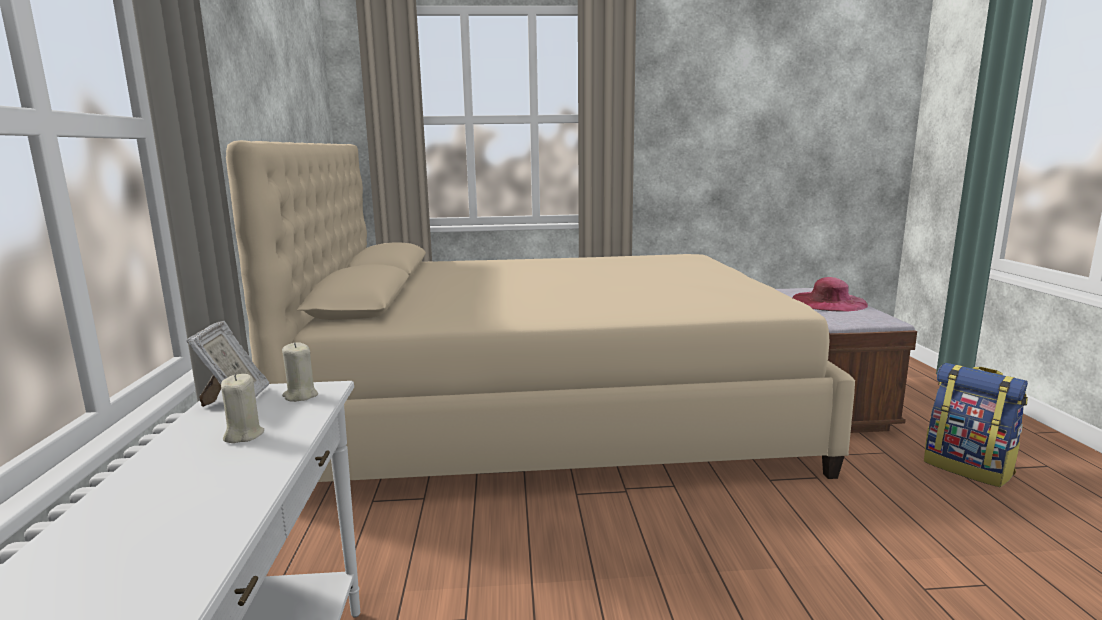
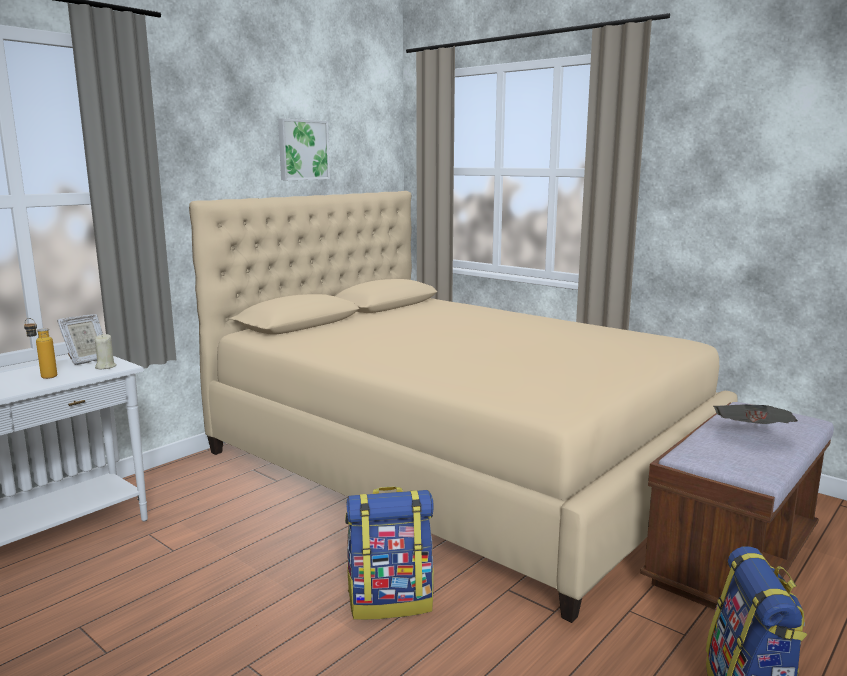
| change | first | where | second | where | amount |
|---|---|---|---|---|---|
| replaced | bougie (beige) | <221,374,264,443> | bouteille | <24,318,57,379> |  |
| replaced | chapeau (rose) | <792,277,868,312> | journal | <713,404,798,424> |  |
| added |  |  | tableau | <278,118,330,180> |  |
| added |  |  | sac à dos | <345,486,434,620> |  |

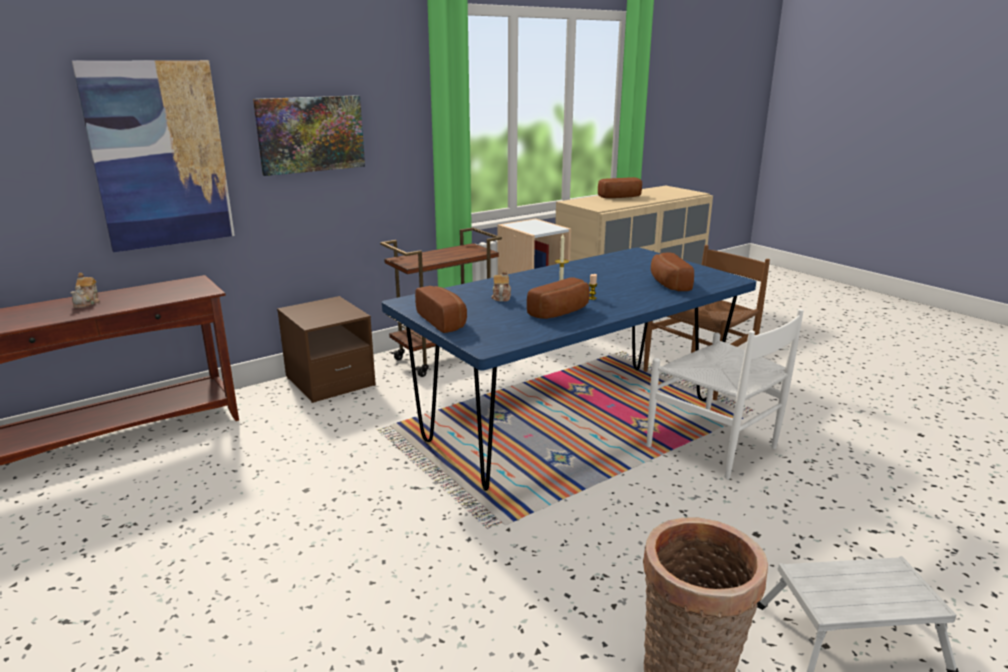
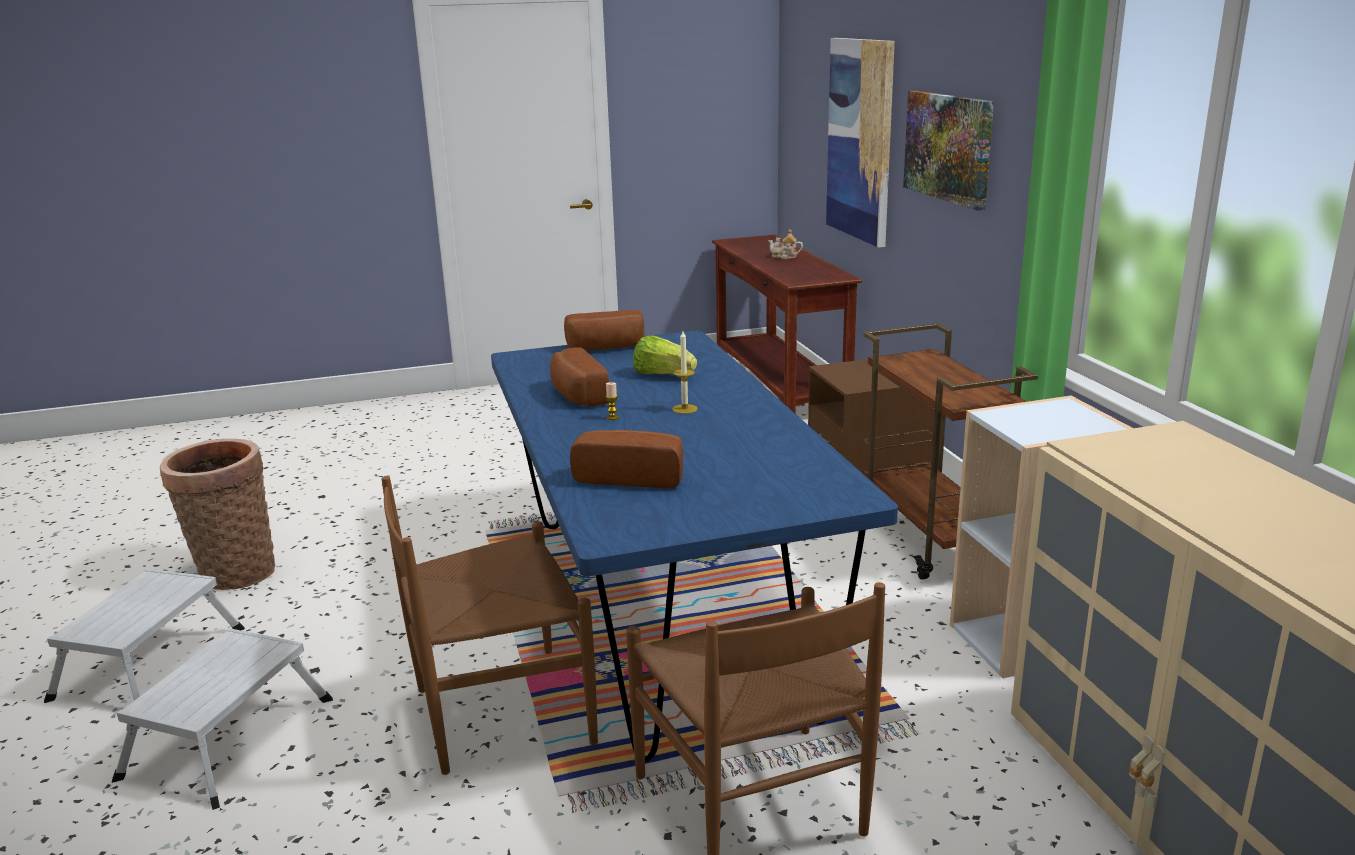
| change | first | where | second | where | amount |
|---|---|---|---|---|---|
| replaced | théière | <491,270,511,302> | laitue | <633,335,697,374> |  |
| removed | pain | <598,177,642,198> |  |  |  |
| recoloured | chaise (blanc) | <647,309,804,479> | chaise (marron) | <381,476,598,775> |  |
| added |  |  | escabeau (blanc) | <112,628,333,810> |  |

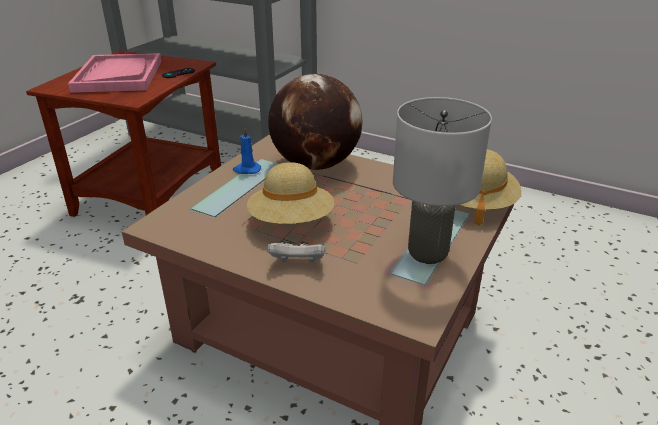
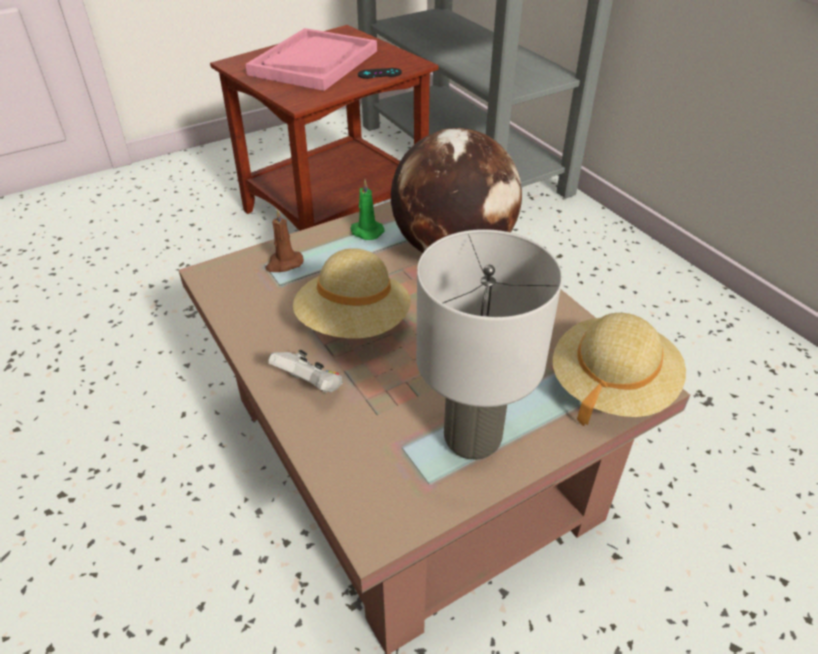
| change | first | where | second | where | amount |
|---|---|---|---|---|---|
| recoloured | bougie (bleu) | <233,127,261,174> | bougie (vert) | <350,179,384,240> |  |
| added |  |  | bougie (marron) | <265,209,304,272> |  |

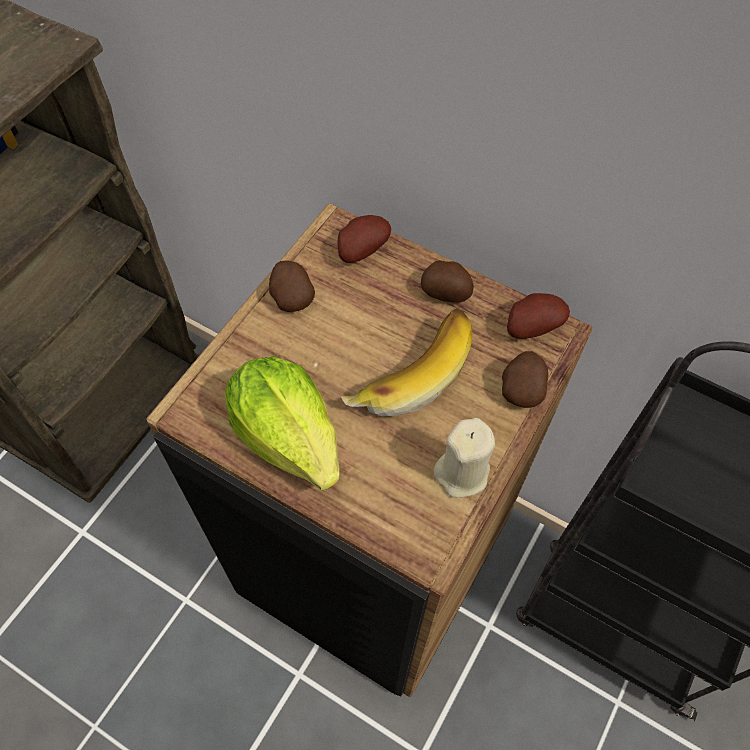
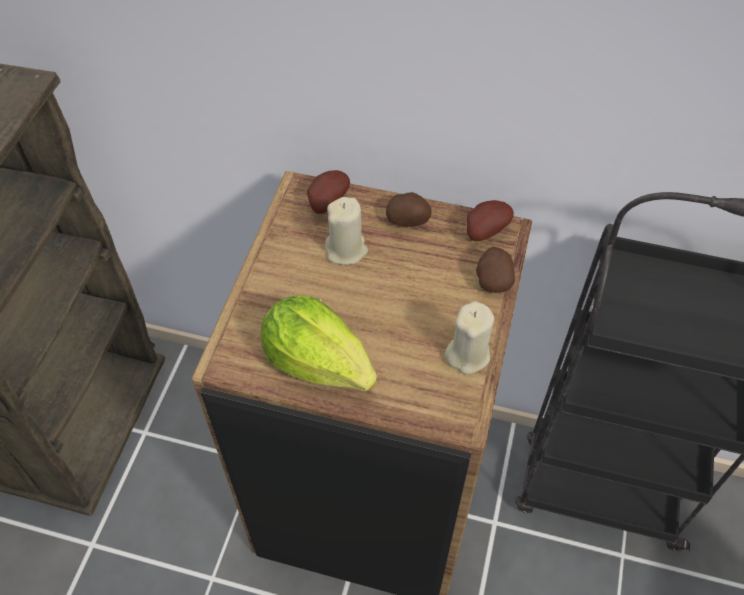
| change | first | where | second | where | amount |
|---|---|---|---|---|---|
| removed | pomme de terre | <269,261,315,312> |  |  |  |
| removed | banane | <341,308,473,417> |  |  |  |
| added |  |  | bougie (beige) | <325,197,368,265> |  |

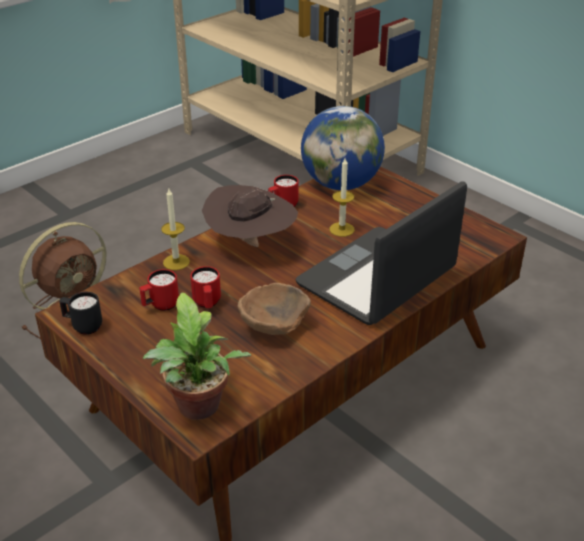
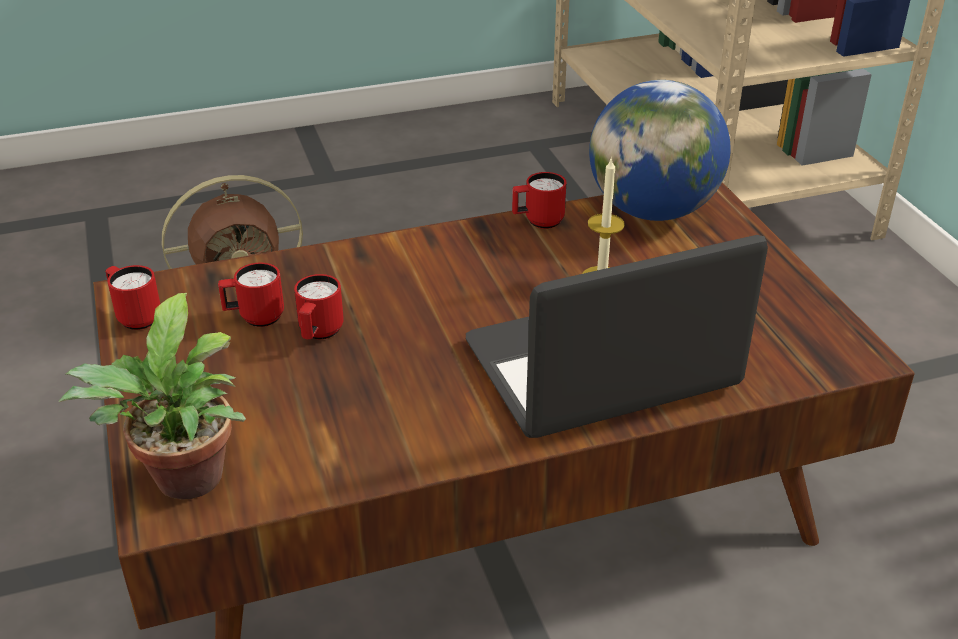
| change | first | where | second | where | amount |
|---|---|---|---|---|---|
| recoloured | mug (noir) | <59,292,102,335> | mug (rouge) | <105,265,160,330> |  |
| removed | bougie | <161,189,190,270> |  |  |  |
| removed | chapeau (marron) | <202,185,298,247> |  |  |  |
| removed | bol (marron) | <237,283,311,335> |  |  |  |

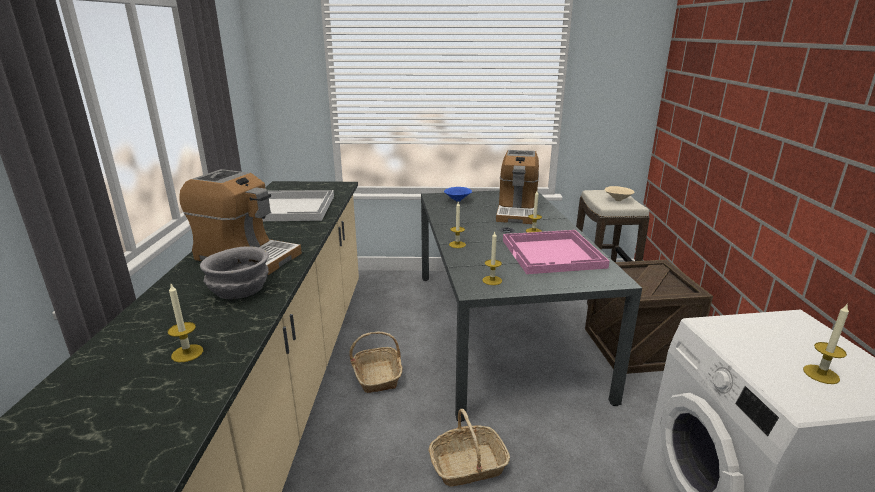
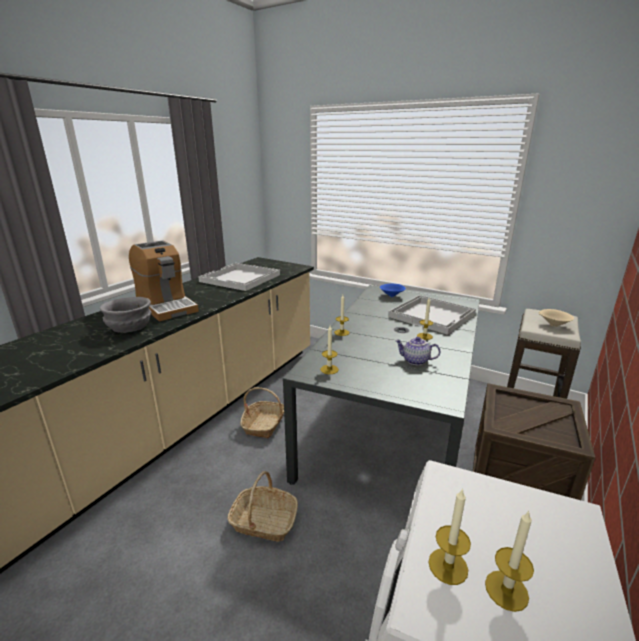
| change | first | where | second | where | amount |
|---|---|---|---|---|---|
| moved | bougie | <168,284,203,362> |  | <429,488,471,585> |  |
| replaced | machine à café | <496,150,539,224> | plateau (blanc) | <388,295,476,335> |  |
| replaced | plateau (rose) | <503,230,609,274> | théière | <395,337,440,365> |  |

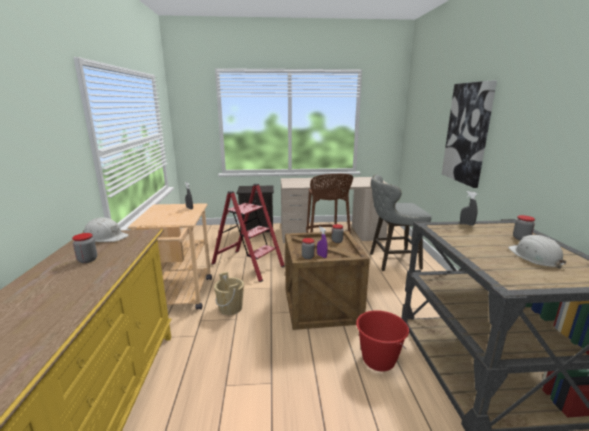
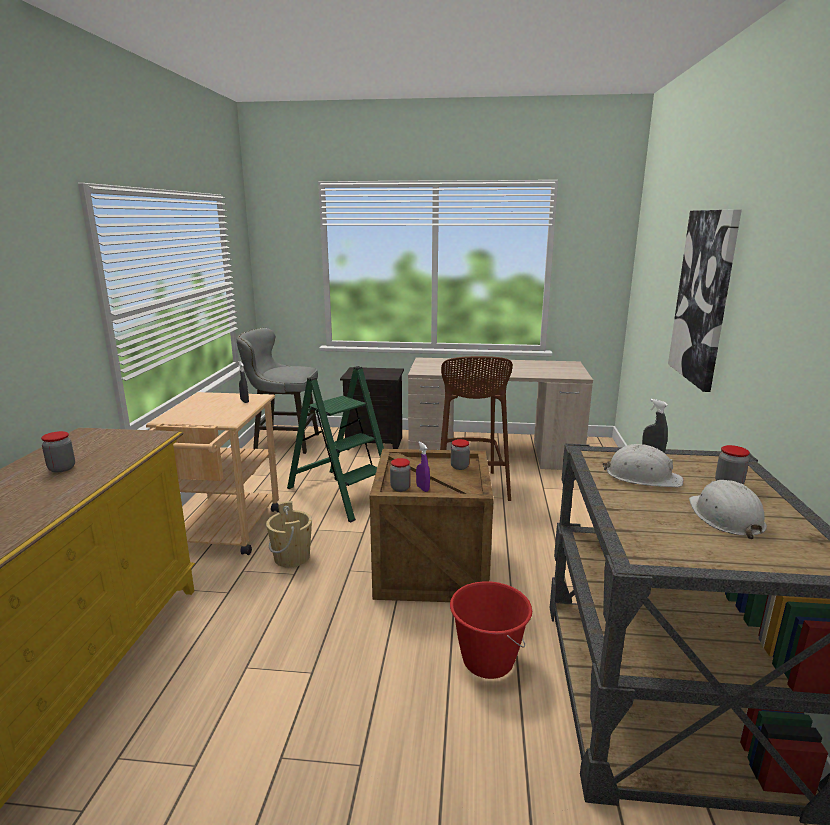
| change | first | where | second | where | amount |
|---|---|---|---|---|---|
| moved | casque de chantier (blanc) | <83,218,129,242> |  | <603,444,683,488> |  |
| recoloured | escabeau (rouge) | <212,183,285,282> | escabeau (vert) | <287,366,384,522> |  |
| moved | tabouret (gris) | <370,175,431,271> |  | <237,328,319,454> |  |

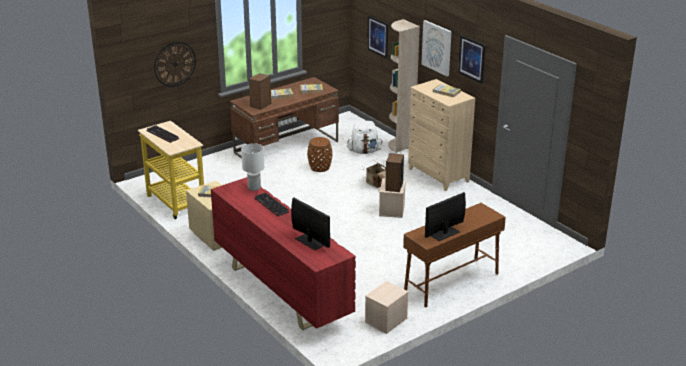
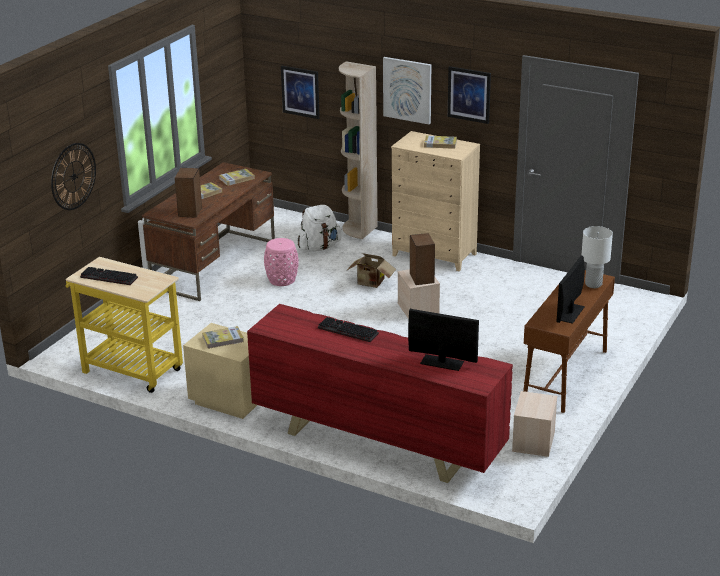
| change | first | where | second | where | amount |
|---|---|---|---|---|---|
| moved | lampe de table (blanc) | <241,143,264,191> |  | <581,226,613,288> |  |
| recoloured | tabouret (marron) | <307,137,332,172> | tabouret (rose) | <264,238,299,286> |  |

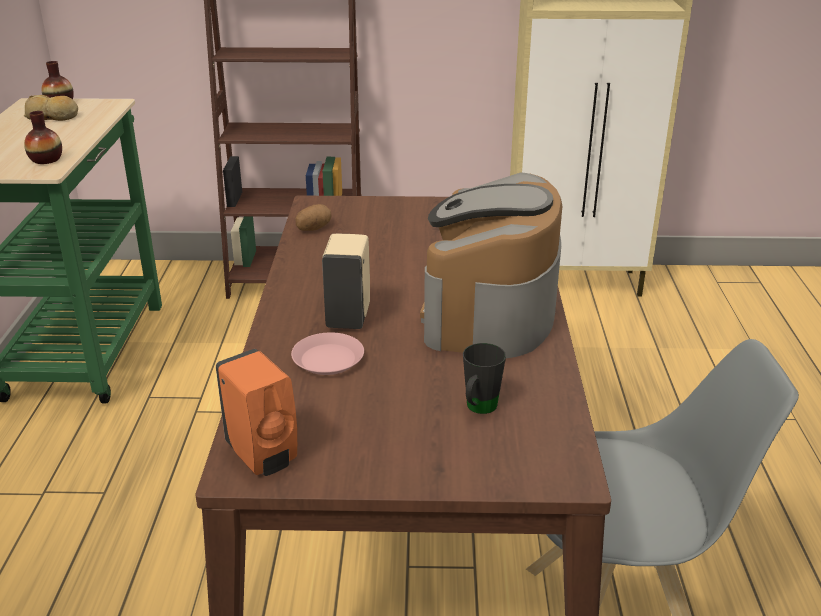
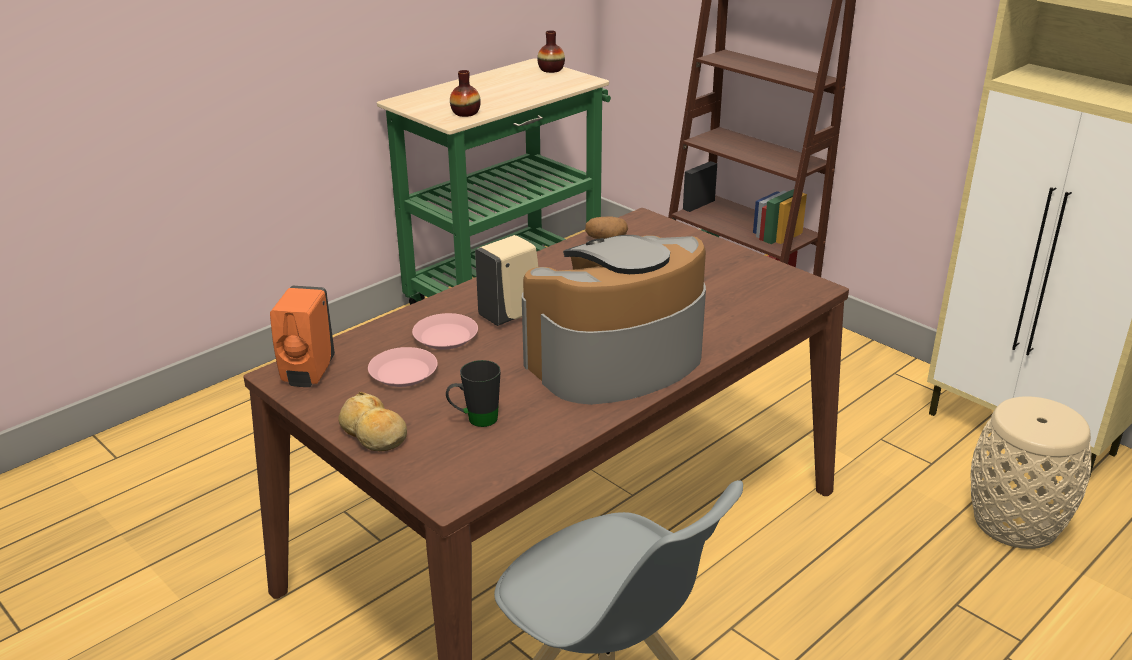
| change | first | where | second | where | amount |
|---|---|---|---|---|---|
| moved | pain | <24,95,78,121> |  | <338,392,407,451> |  |
| added |  |  | assiette (rose) | <368,347,438,387> |  |
| added |  |  | tabouret (beige) | <971,396,1092,549> |  |

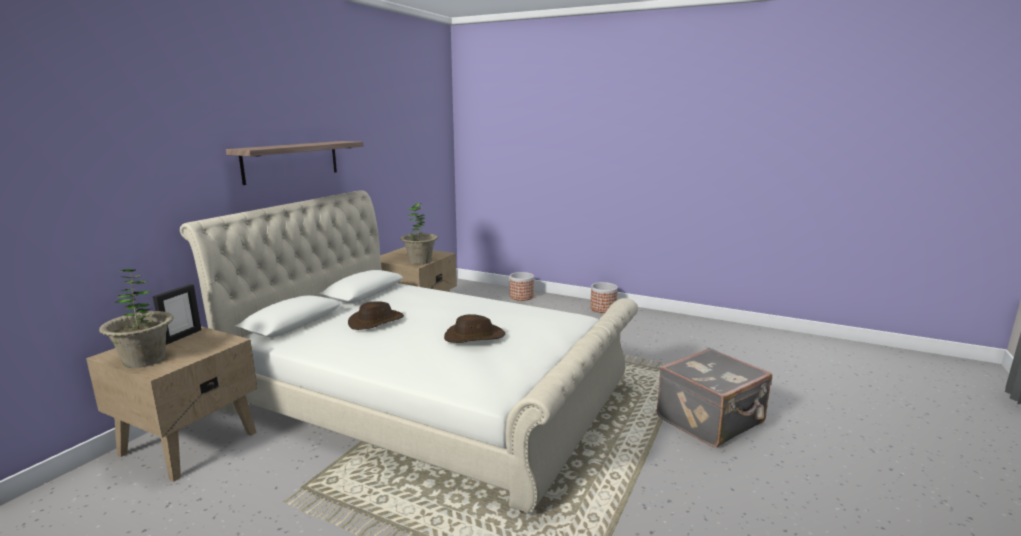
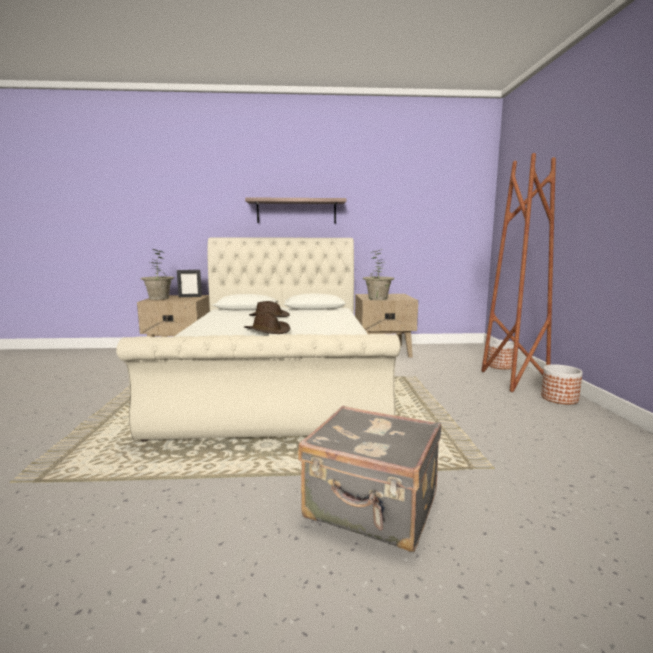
| change | first | where | second | where | amount |
|---|---|---|---|---|---|
| added |  |  | portant (marron) | <482,153,556,392> |  |

